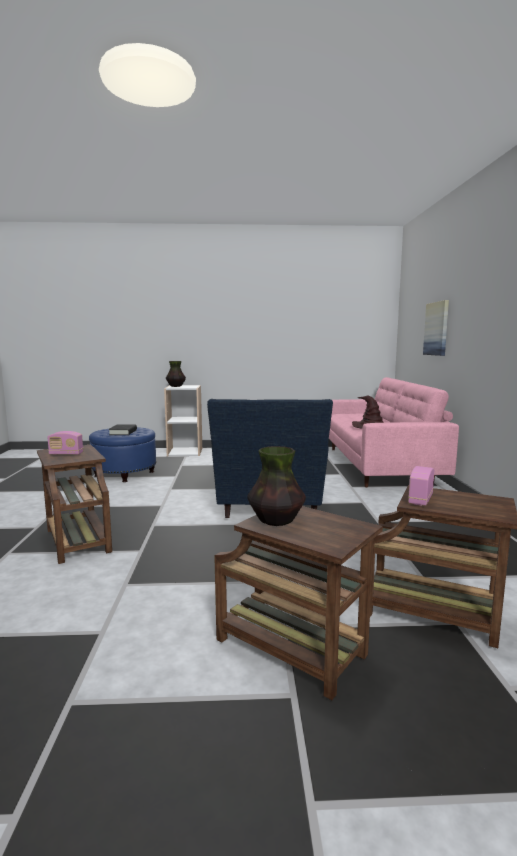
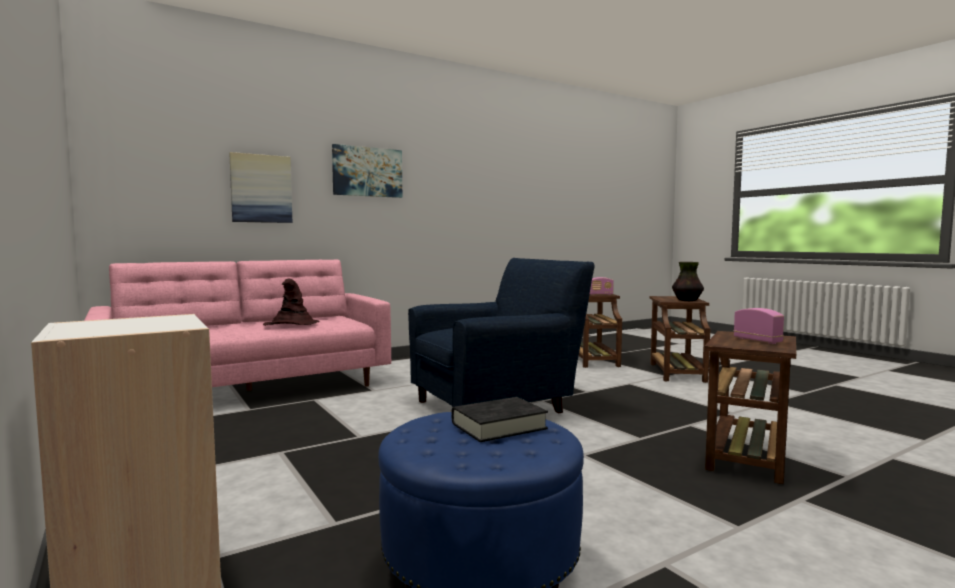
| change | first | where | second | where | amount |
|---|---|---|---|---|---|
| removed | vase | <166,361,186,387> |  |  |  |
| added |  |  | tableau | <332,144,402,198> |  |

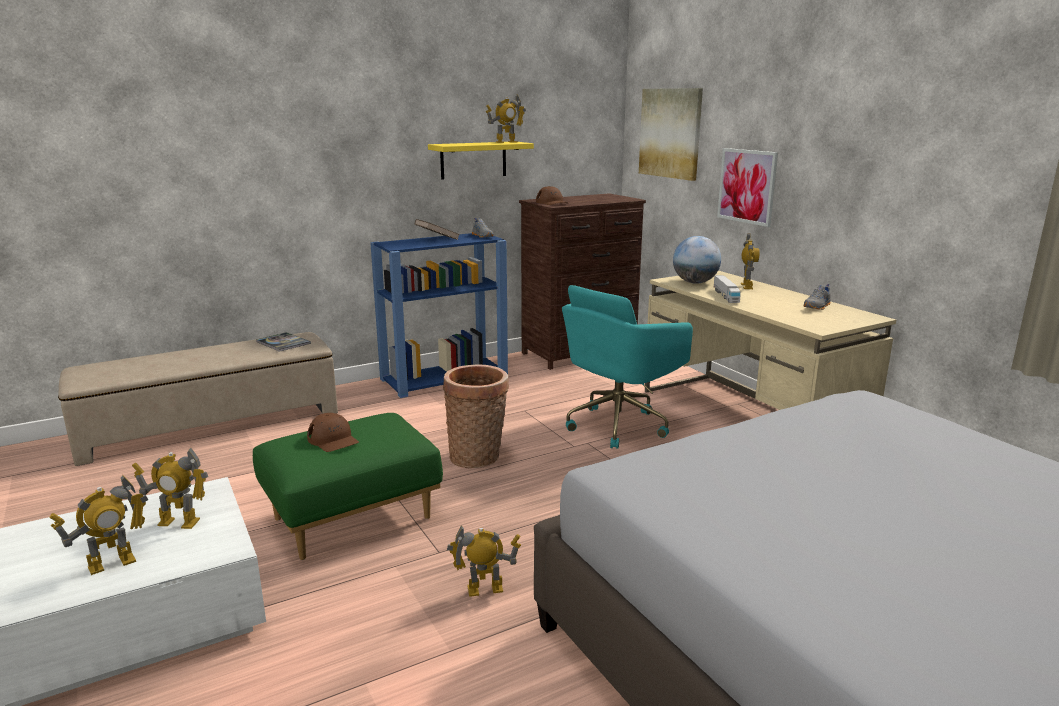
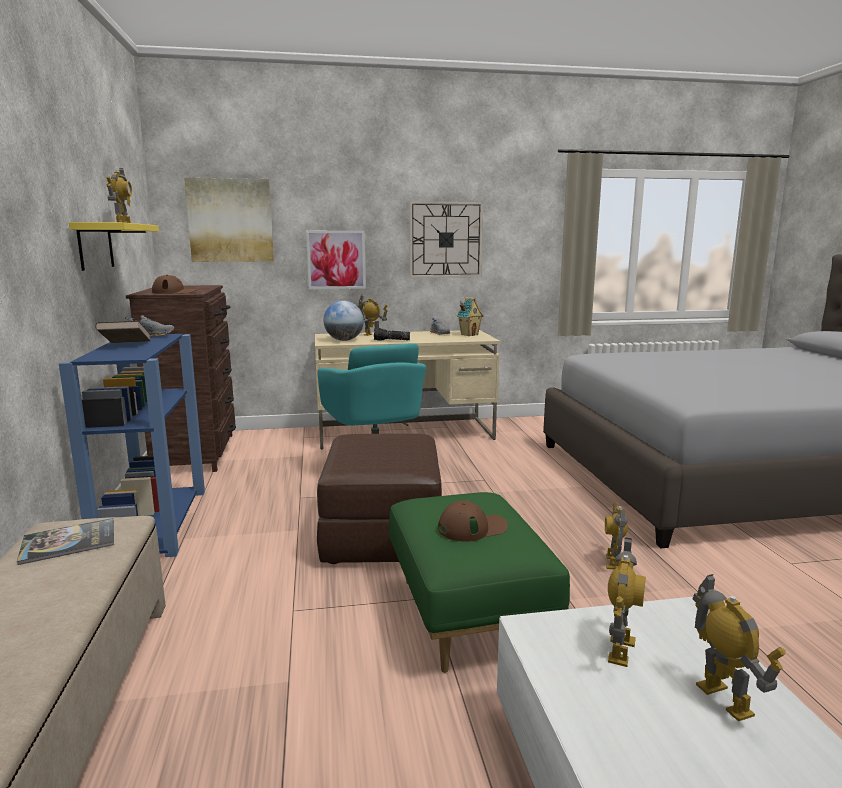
| change | first | where | second | where | amount |
|---|---|---|---|---|---|
| replaced | panier | <443,364,509,468> | pouf (marron) | <317,433,442,564> |  |
| replaced | camion jouet | <714,275,740,303> | lampe de poche | <374,328,410,341> |  |
| added |  |  | horloge murale | <409,201,483,278> |  |
| added |  |  | maison miniature | <456,297,484,336> |  |

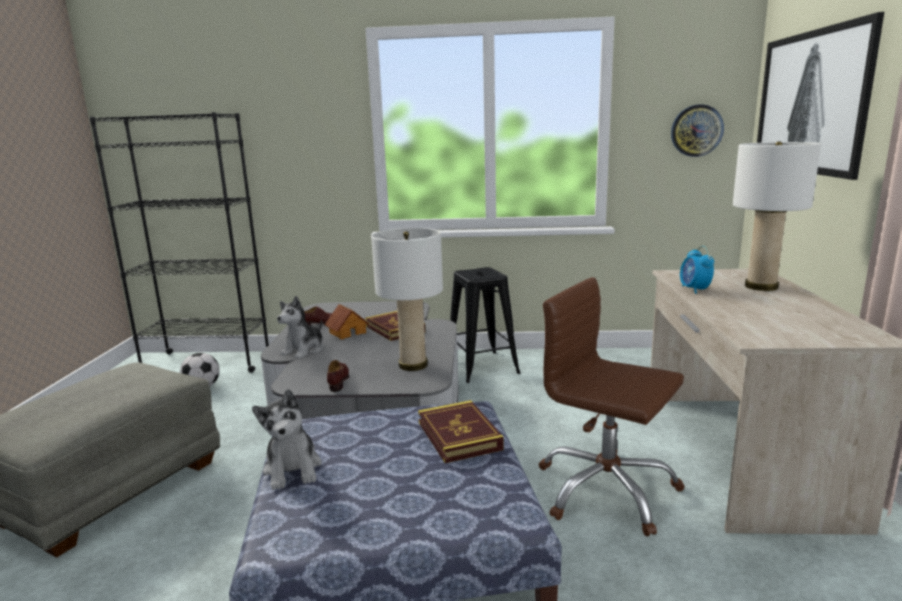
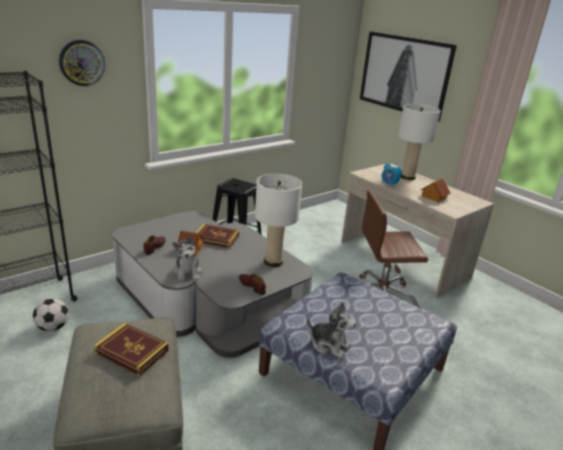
| change | first | where | second | where | amount |
|---|---|---|---|---|---|
| moved | livre | <418,400,504,463> |  | <94,323,169,376> |  |
| moved | horloge murale | <671,104,724,157> |  | <59,40,105,86> |  |
| added |  |  | maison miniature | <421,178,451,202> |  |

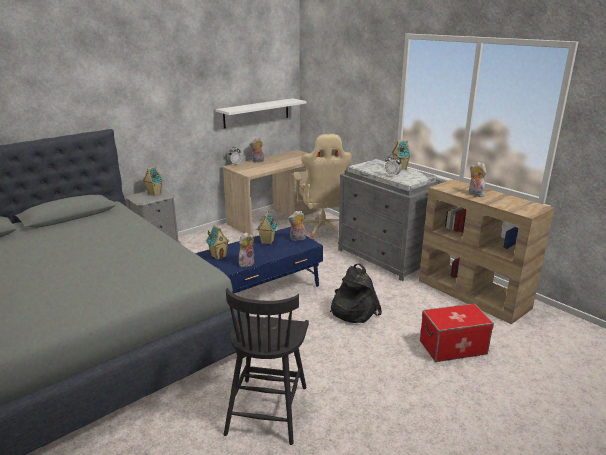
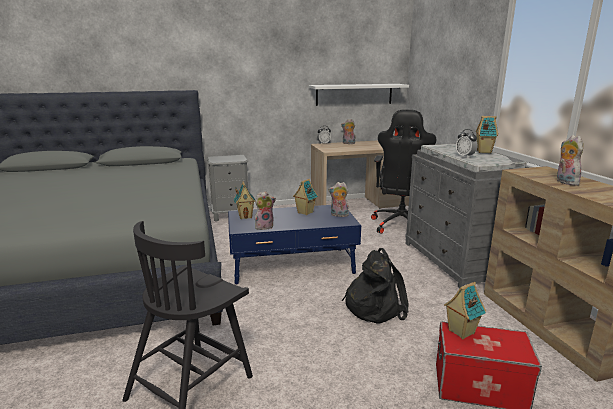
| change | first | where | second | where | amount |
|---|---|---|---|---|---|
| moved | maison miniature | <143,166,164,196> |  | <444,282,486,339> |  |
| recoloured | chaise de bureau (beige) | <294,134,352,240> | chaise de bureau (noir) | <371,109,436,234> |  |

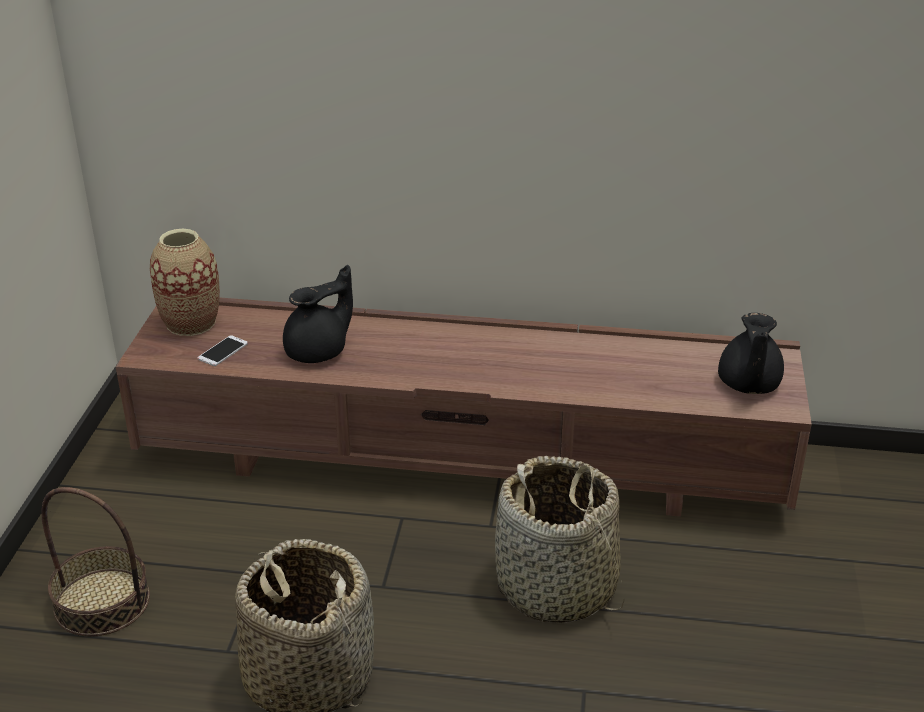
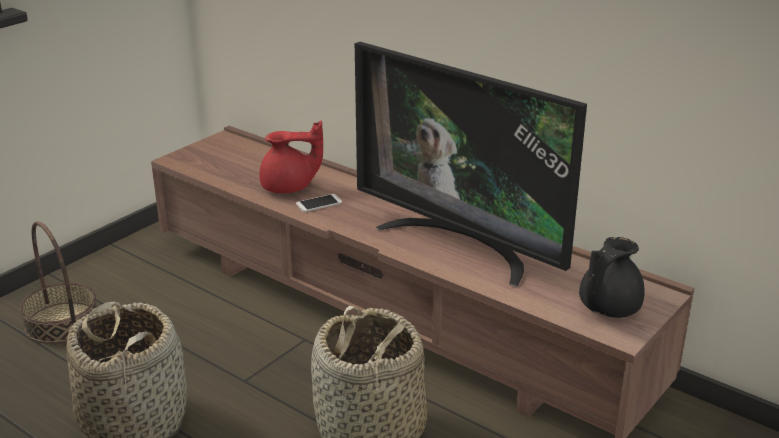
| change | first | where | second | where | amount |
|---|---|---|---|---|---|
| removed | vase | <150,229,220,336> |  |  |  |
| moved | téléphone | <198,335,248,366> |  | <296,194,342,212> |  |
| recoloured | théière (noir) | <283,265,353,363> | théière (rouge) | <259,121,323,193> |  |
| added |  |  | téléviseur | <355,42,587,286> |  |

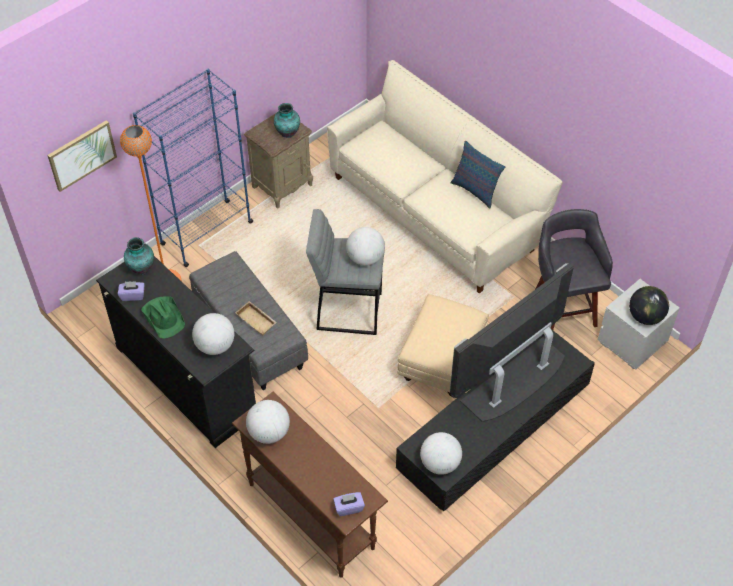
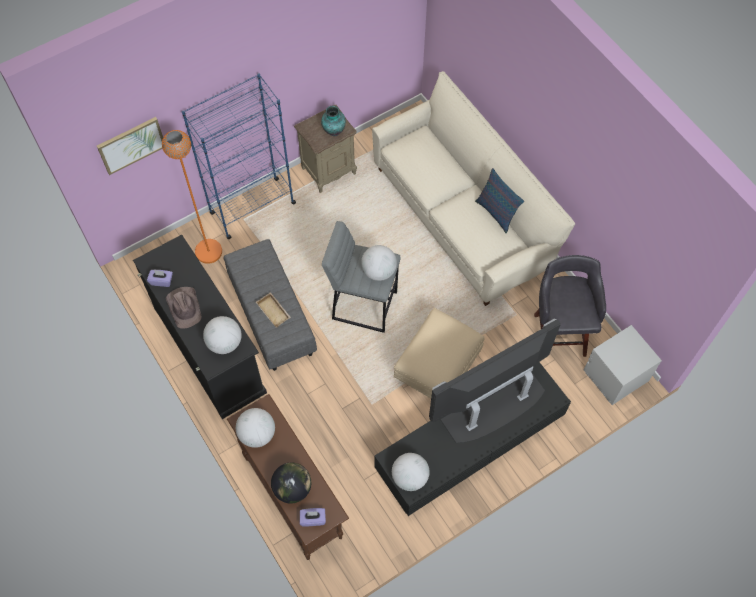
| change | first | where | second | where | amount |
|---|---|---|---|---|---|
| removed | vase | <124,237,154,275> |  |  |  |
| recoloured | chapeau (vert) | <141,296,185,339> | chapeau (marron) | <166,287,202,329> |  |
| moved | globe | <629,286,669,325> |  | <271,462,311,504> |  |

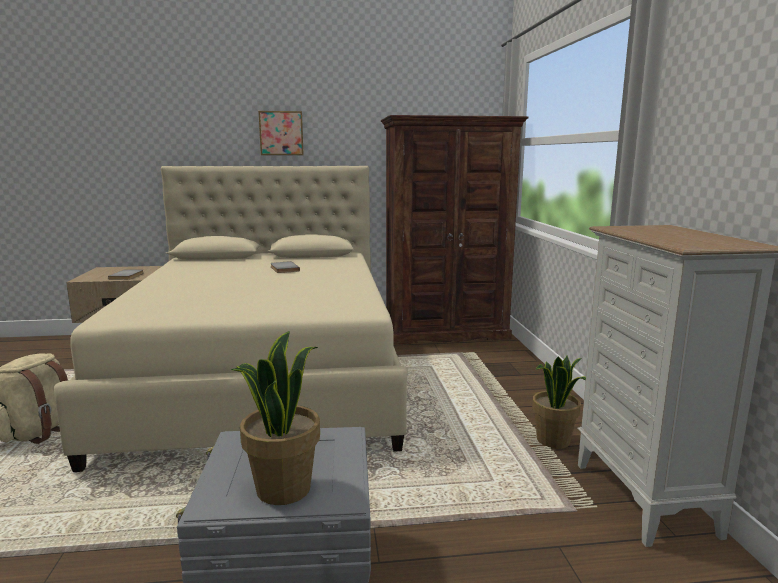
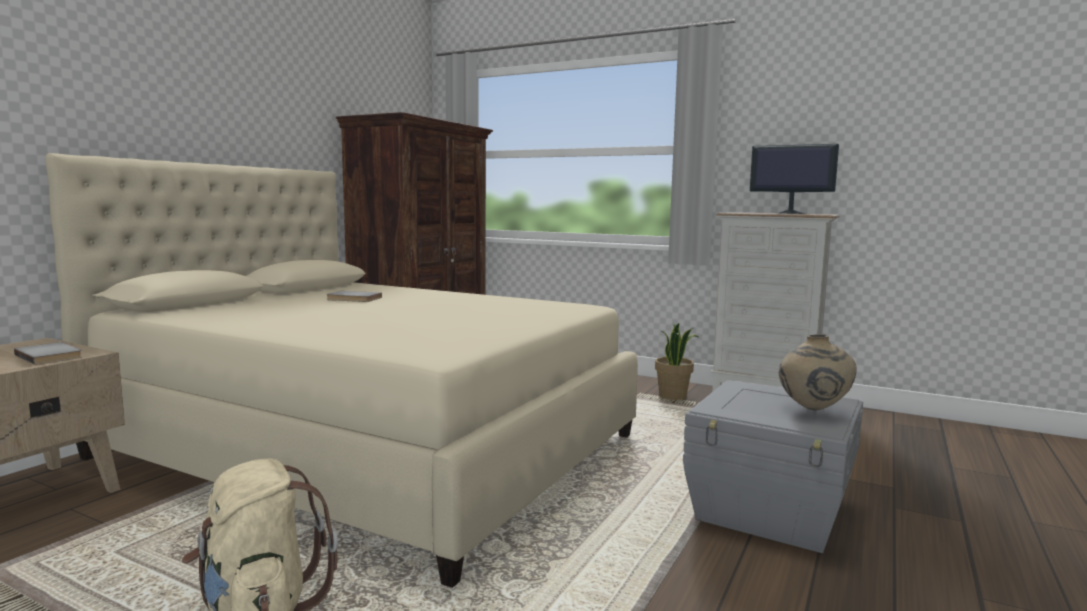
| change | first | where | second | where | amount |
|---|---|---|---|---|---|
| replaced | plante en pot | <231,331,320,505> | vase (beige) | <779,334,857,410> |  |
| removed | tableau | <258,111,304,155> |  |  |  |
| added |  |  | écran d'ordinateur | <750,144,839,214> |  |

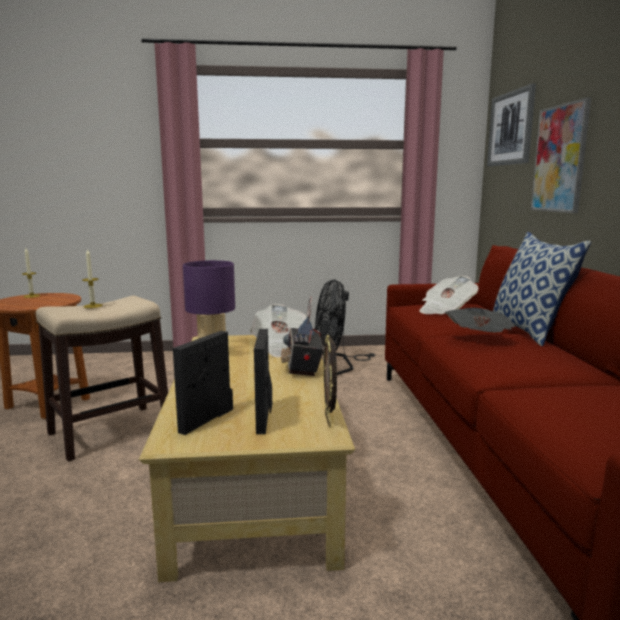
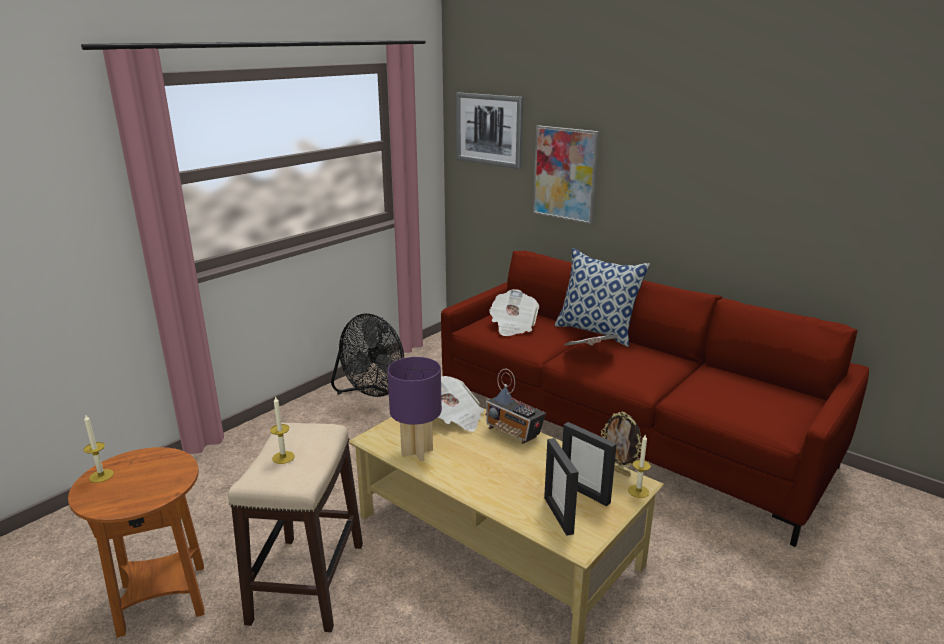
| change | first | where | second | where | amount |
|---|---|---|---|---|---|
| added |  |  | bougie | <628,435,651,498> |  |

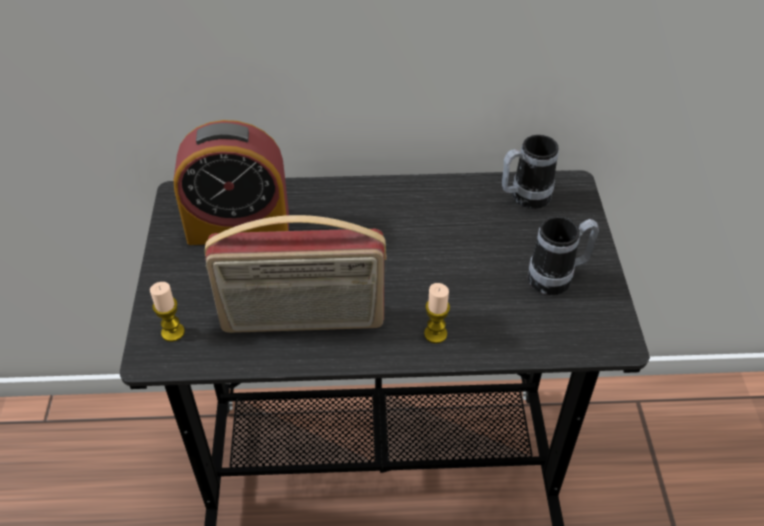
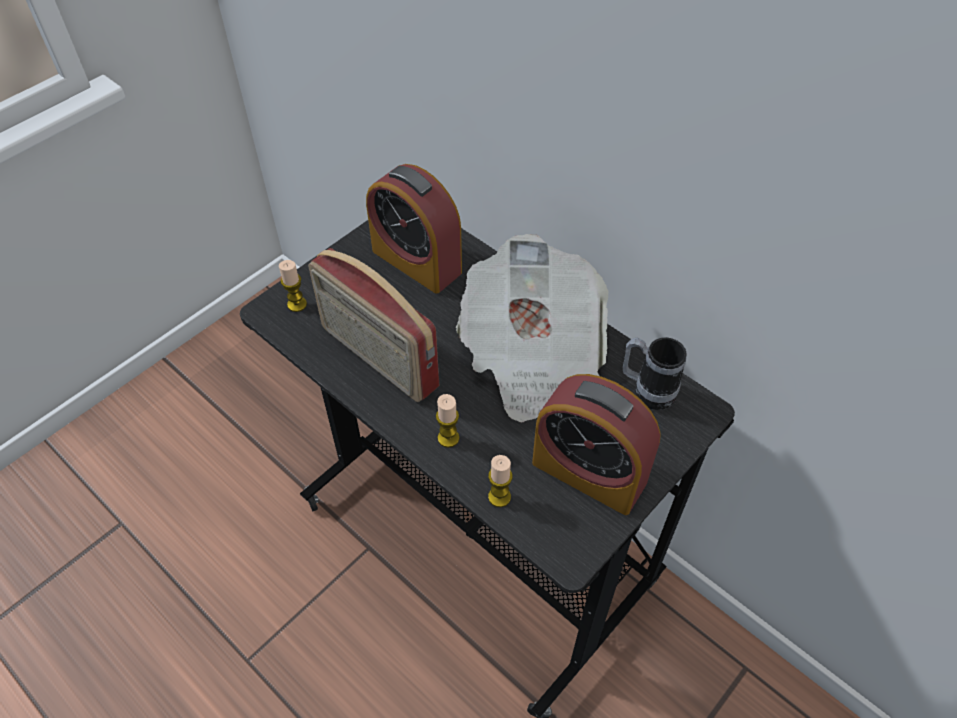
| change | first | where | second | where | amount |
|---|---|---|---|---|---|
| replaced | mug | <528,216,599,295> | réveil | <532,374,661,515> |  |
| added |  |  | journal | <456,234,609,423> |  |
| added |  |  | bougie | <488,455,513,507> |  |

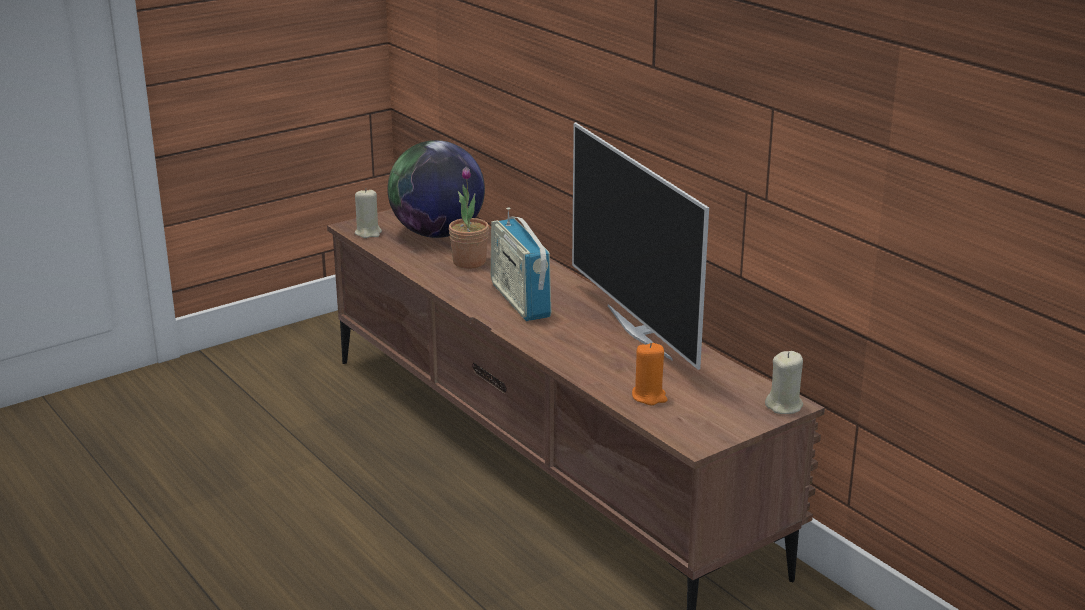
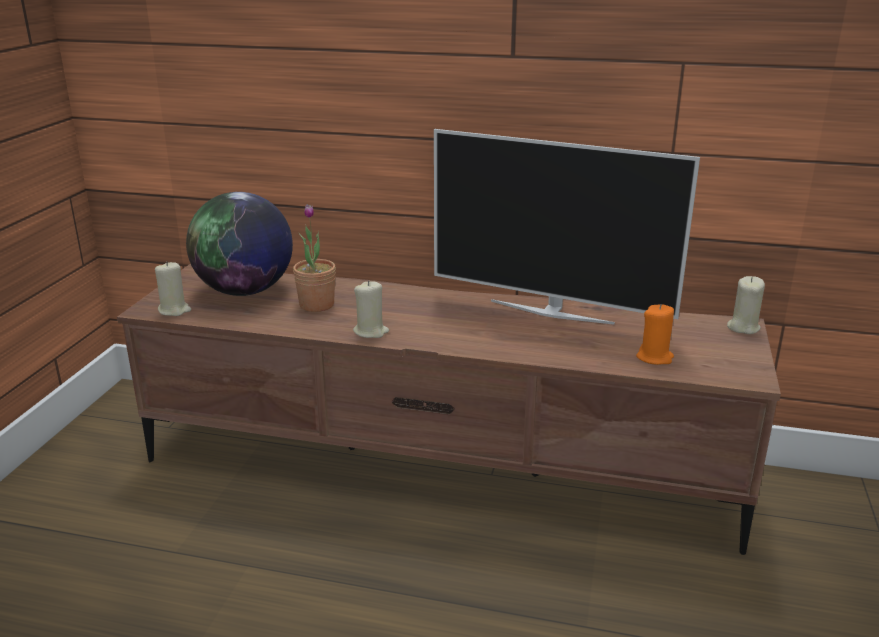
| change | first | where | second | where | amount |
|---|---|---|---|---|---|
| removed | radio | <491,207,551,321> |  |  |  |
| added |  |  | bougie (beige) | <353,281,389,338> |  |

